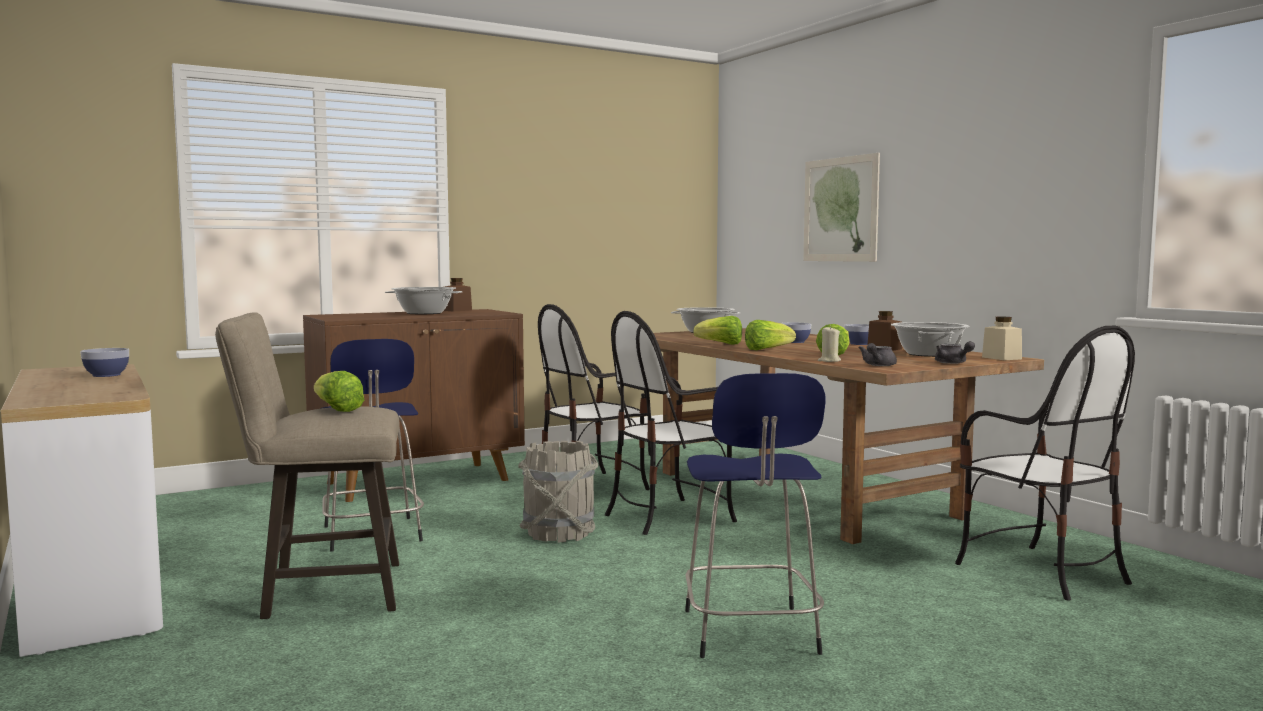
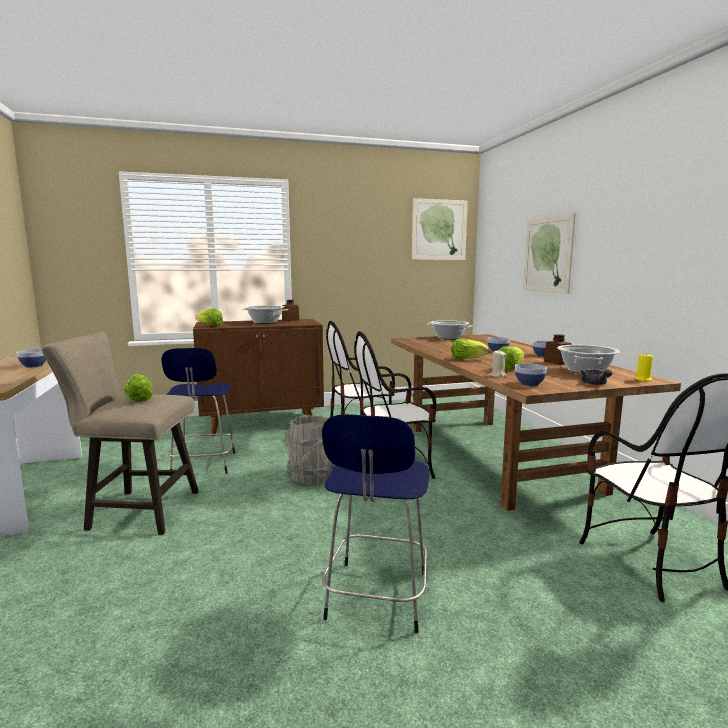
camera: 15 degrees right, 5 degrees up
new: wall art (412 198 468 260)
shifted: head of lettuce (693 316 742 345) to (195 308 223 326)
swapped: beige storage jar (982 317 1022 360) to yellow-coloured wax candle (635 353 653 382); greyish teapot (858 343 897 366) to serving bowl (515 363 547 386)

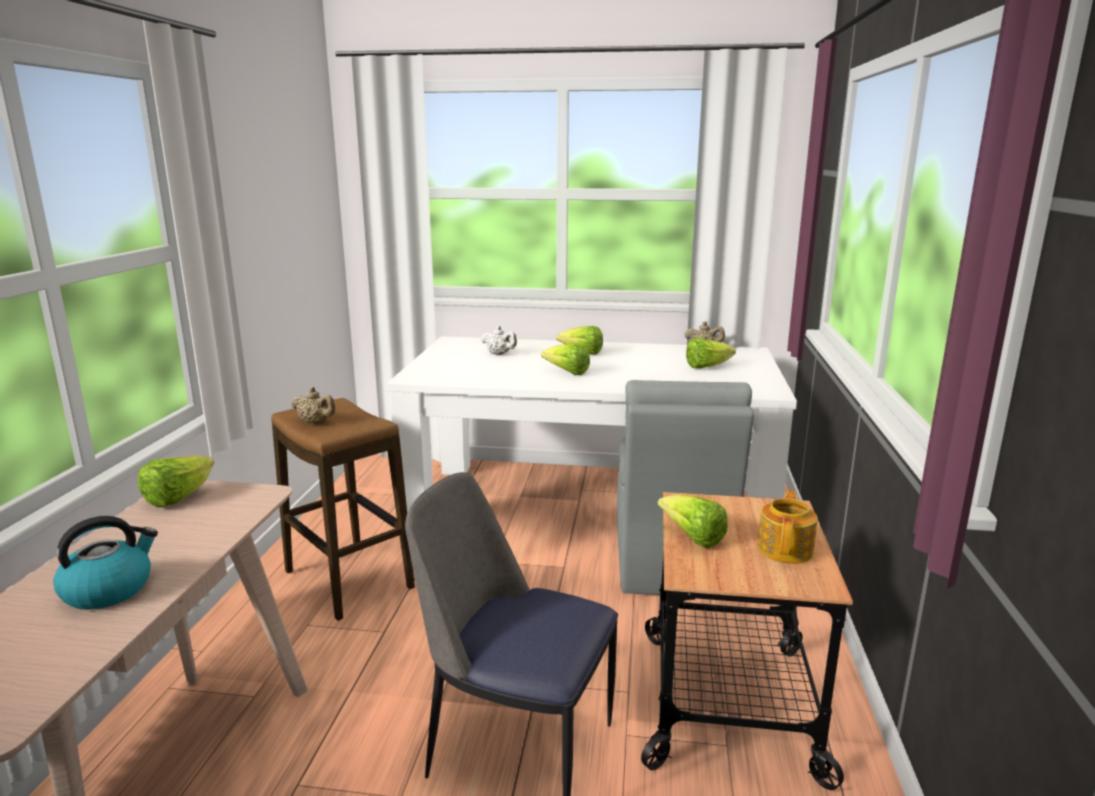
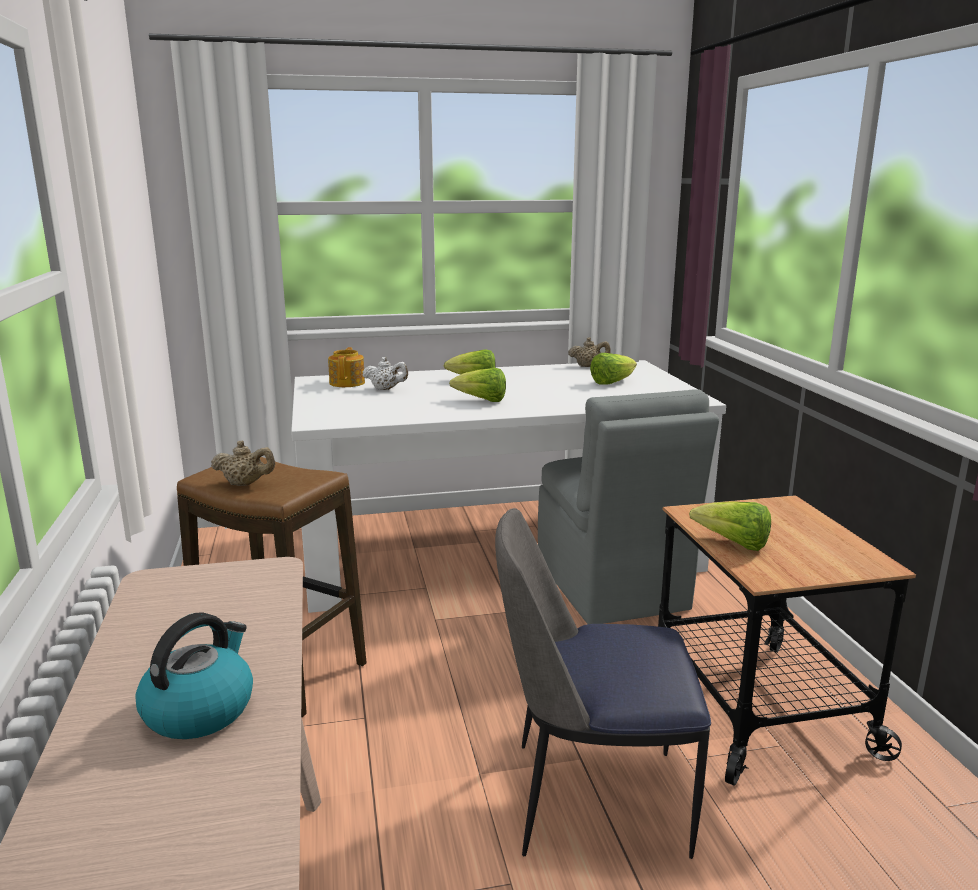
camera: 20 degrees left, 0 degrees up
gone: head of lettuce (138 456 214 507)
shifted: teapot (757 490 818 564) to (328 347 365 387)

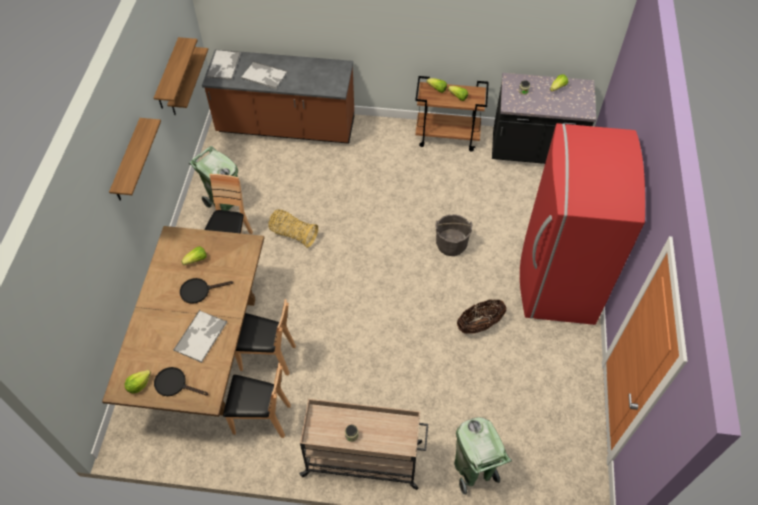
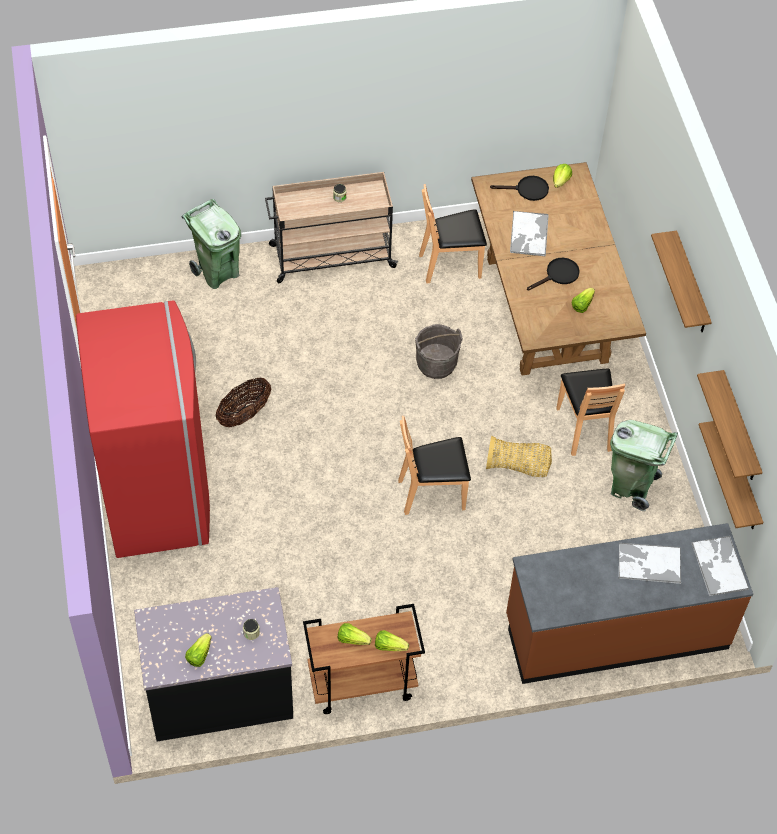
camera: 160 degrees right, 0 degrees up
shifted: greyish water bucket (435 214 473 256) to (415 324 463 379); brown chair (235 299 296 376) to (398 416 471 515)

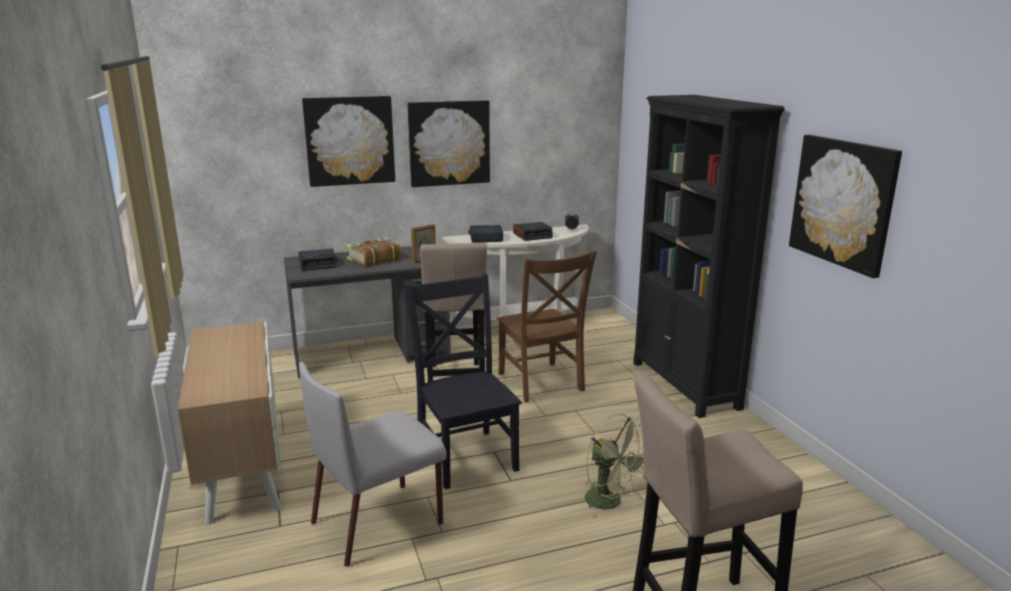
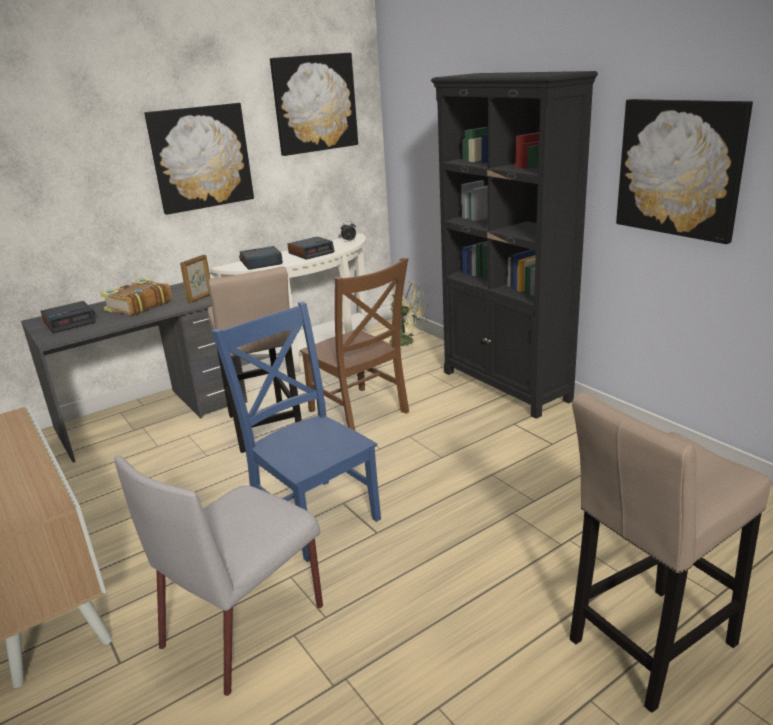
camera: 15 degrees left, 5 degrees up
shifted: wall art (302 96 395 187) to (270 53 358 156); greenish electric fan (585 414 644 519) to (388 280 428 350)
repainted: black chair (404 273 522 489) to blue-coloured chair (211 301 381 562)

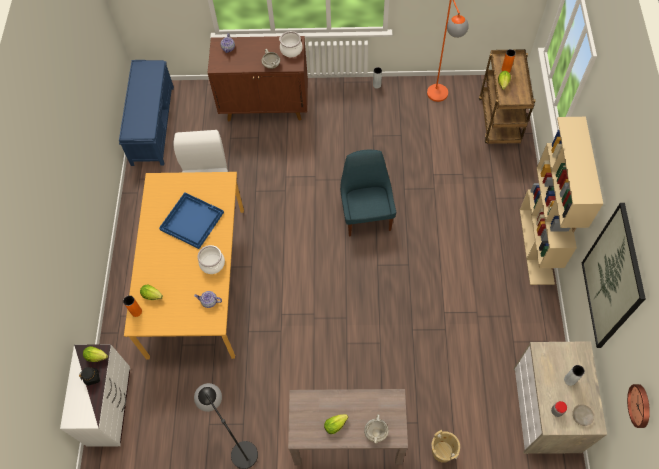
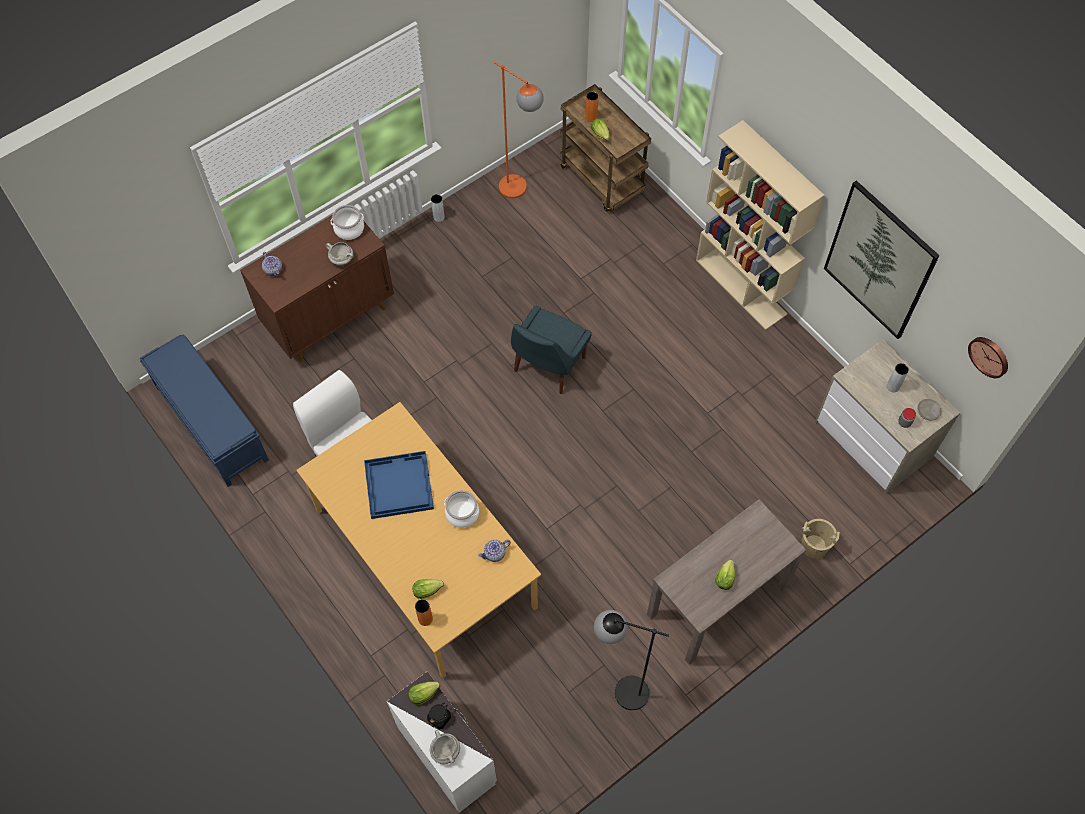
camera: 40 degrees left, 0 degrees up
shifted: white-coloured cooking pot (364 414 389 444) to (430 730 460 764)
rotated: blue-coloured chair (340 150 396 237) = (511 306 592 394) 105 degrees counterclockwise

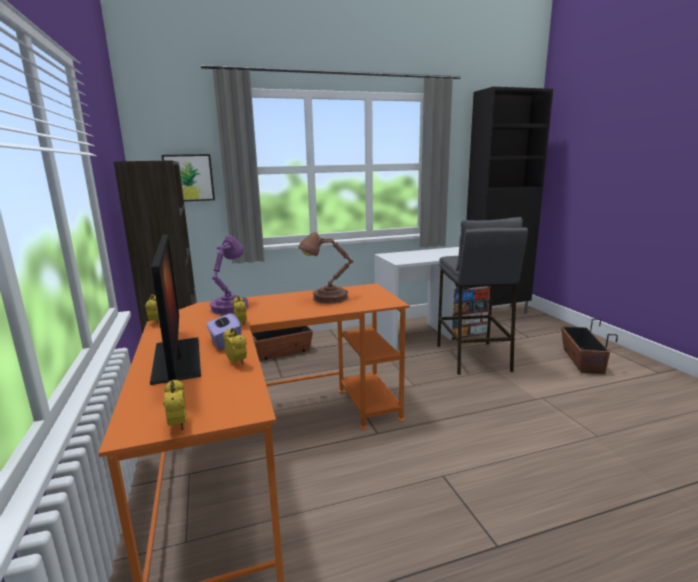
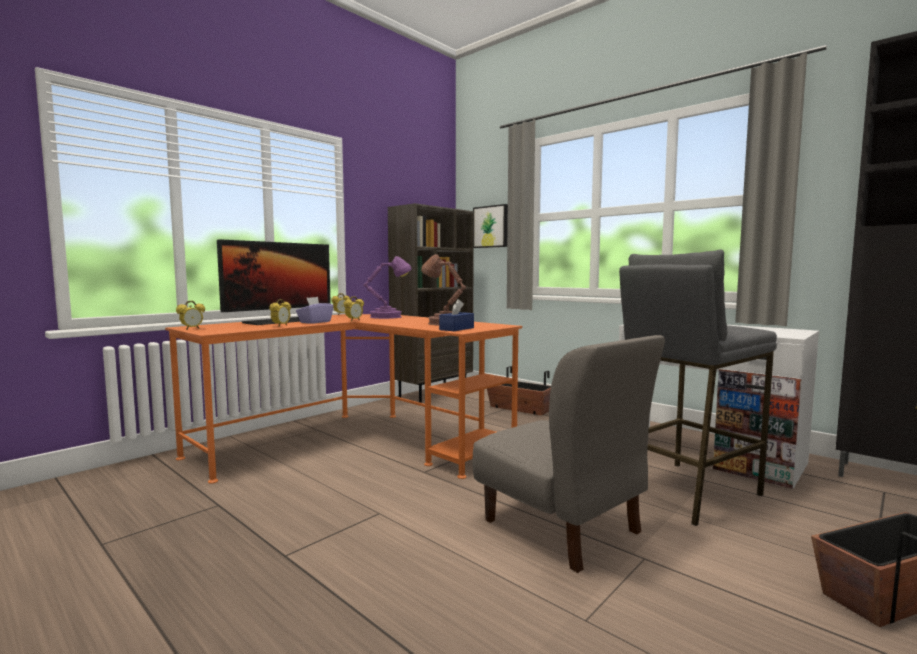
camera: 60 degrees right, 10 degrees down
new: blue-coloured box of tissues (439 299 474 331); greyish chair (472 335 665 573)

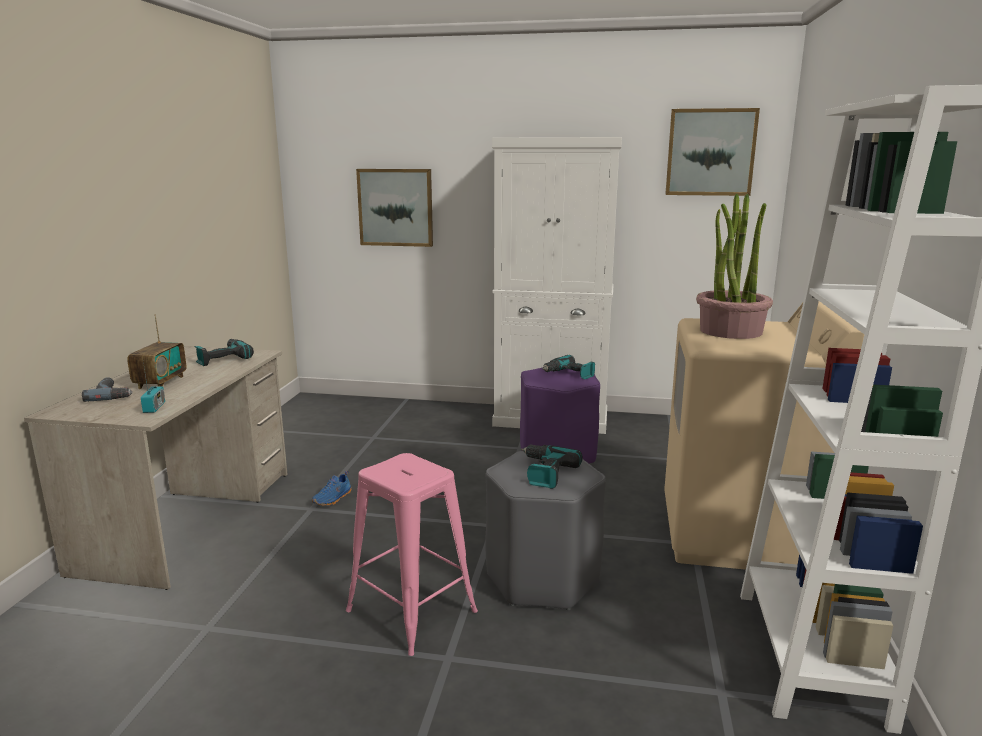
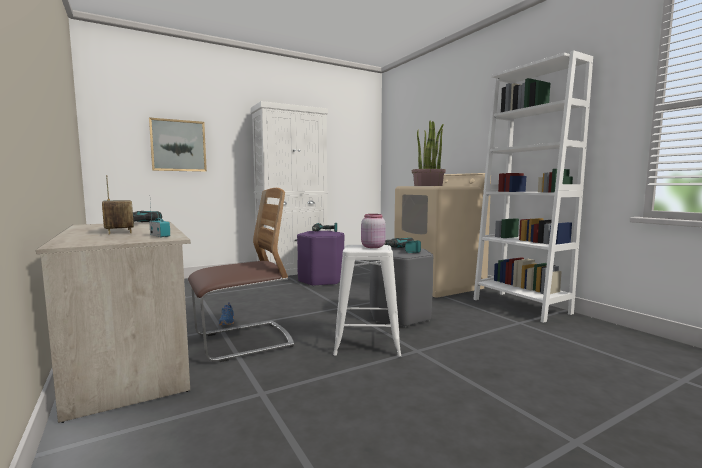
camera: 40 degrees left, 10 degrees down
gone: wall art (665 108 760 196); power drill (82 377 132 402)
new: chair (188 188 294 362); pinkish storage jar (361 214 386 248)
repainted: pinkish stool seat (346 453 478 656) to white-coloured stool seat (333 245 401 357)

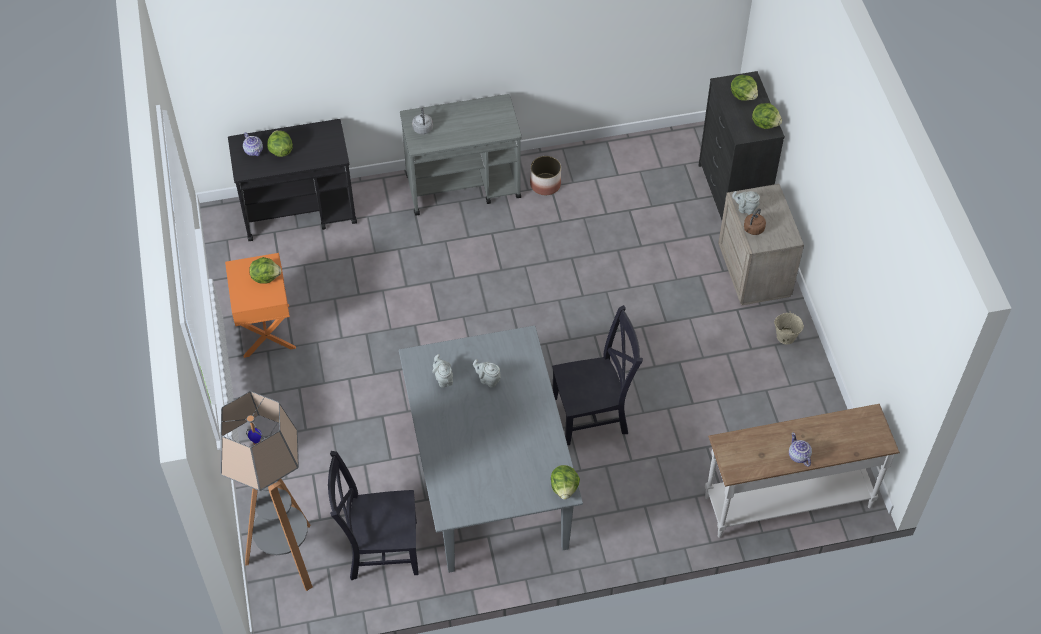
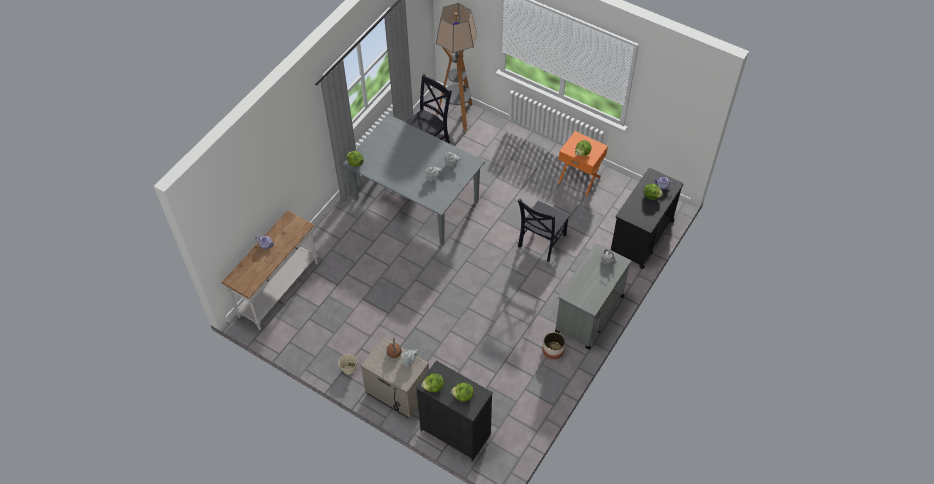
camera: 135 degrees right, 0 degrees up
shifted: black chair (552 305 643 445) to (518 199 569 262)

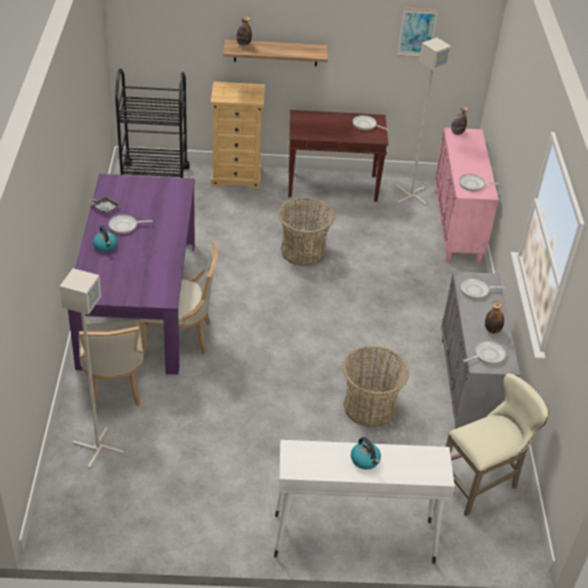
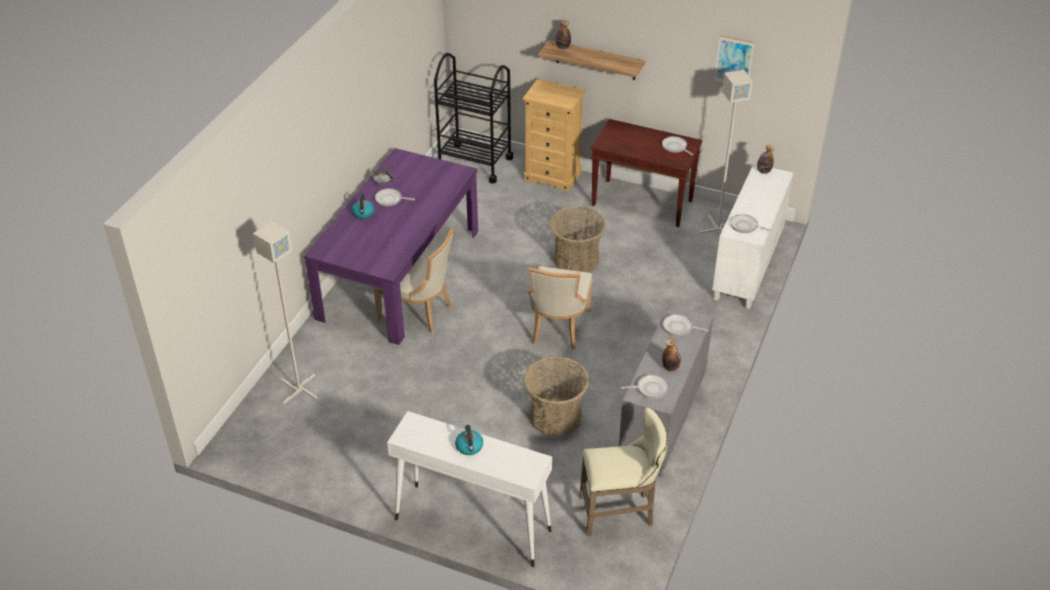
camera: 25 degrees right, 0 degrees up
shifted: beige chair (79 320 143 410) to (528 266 592 350)
repainted: pinkish cupboard (434 127 499 263) to white-coloured cupboard (712 164 794 309)

